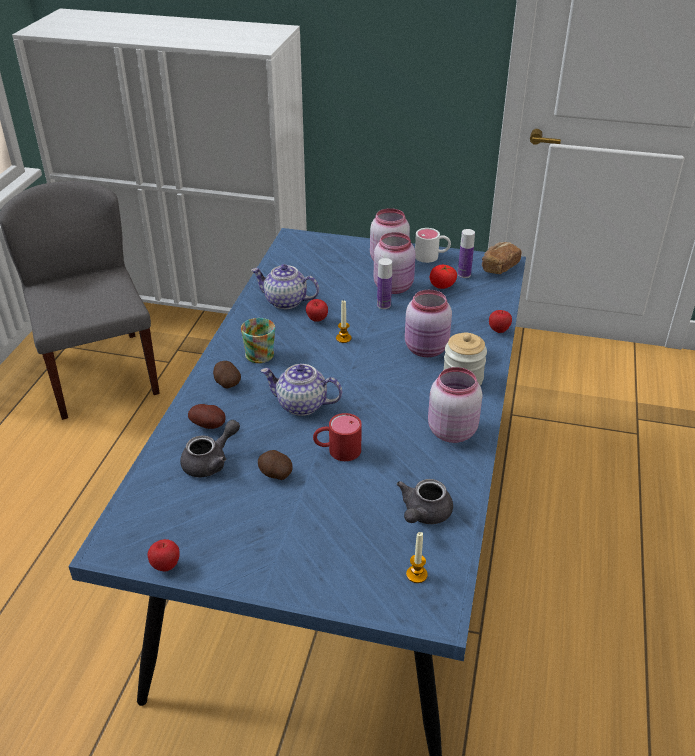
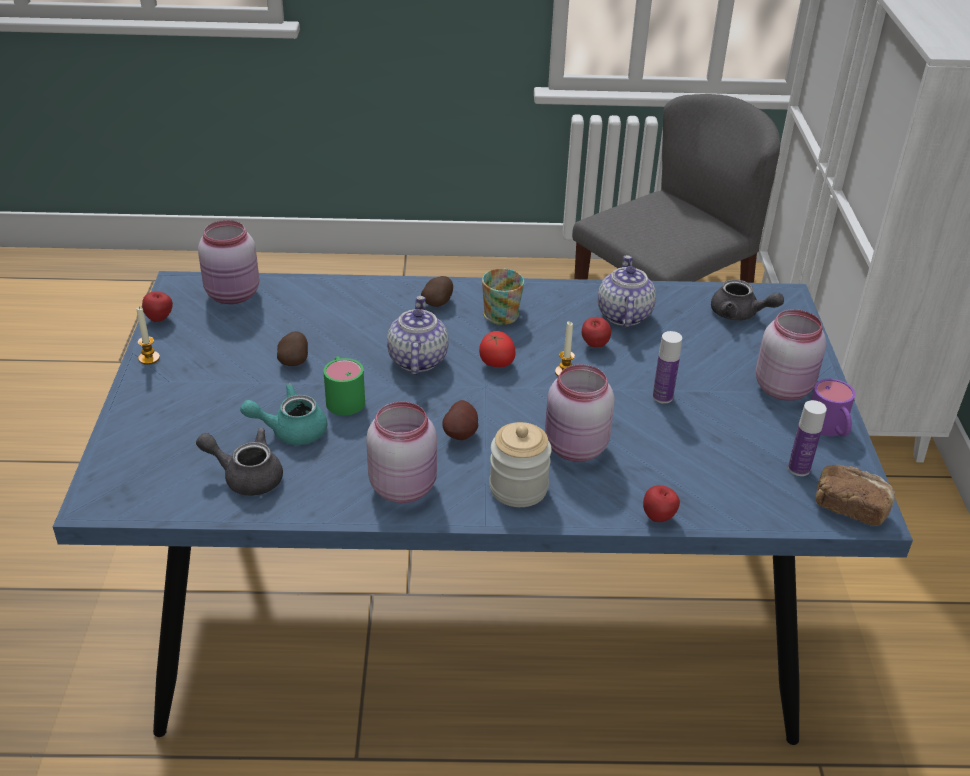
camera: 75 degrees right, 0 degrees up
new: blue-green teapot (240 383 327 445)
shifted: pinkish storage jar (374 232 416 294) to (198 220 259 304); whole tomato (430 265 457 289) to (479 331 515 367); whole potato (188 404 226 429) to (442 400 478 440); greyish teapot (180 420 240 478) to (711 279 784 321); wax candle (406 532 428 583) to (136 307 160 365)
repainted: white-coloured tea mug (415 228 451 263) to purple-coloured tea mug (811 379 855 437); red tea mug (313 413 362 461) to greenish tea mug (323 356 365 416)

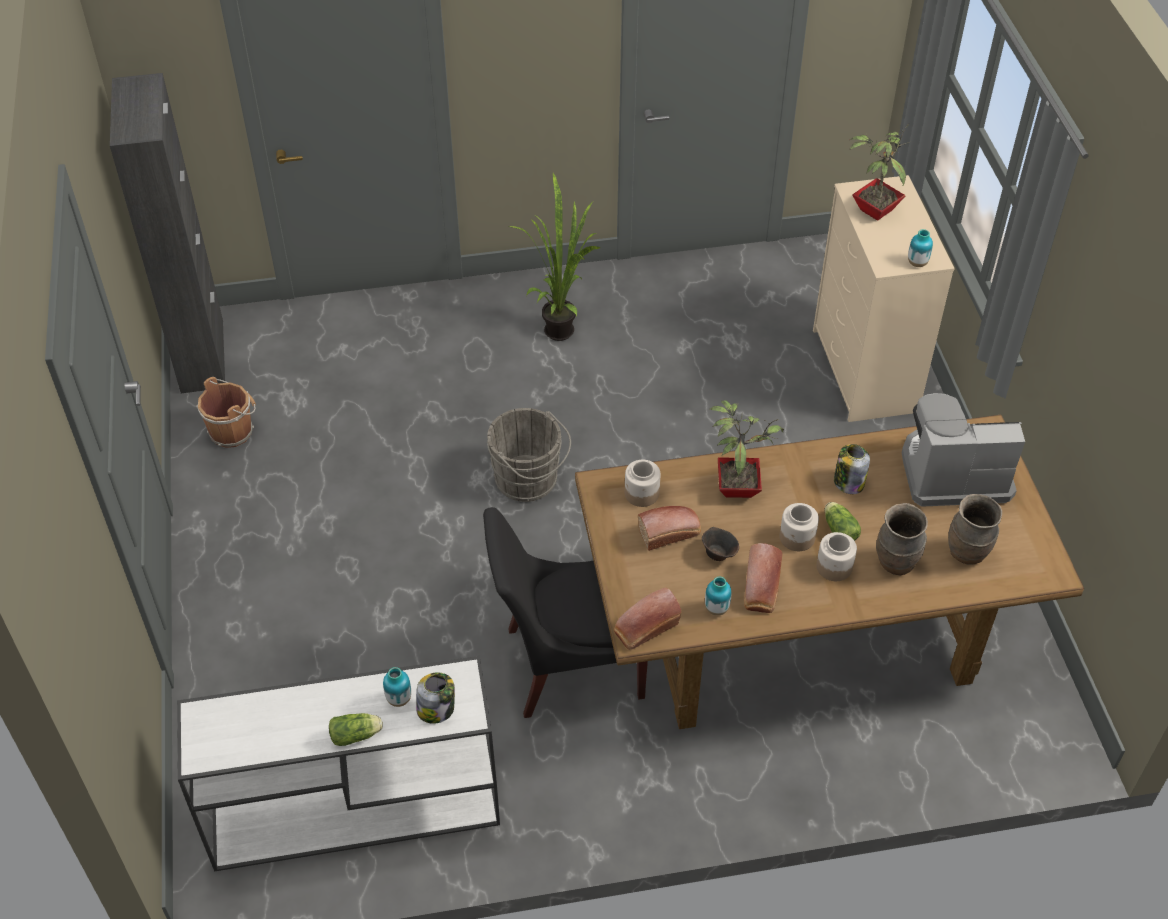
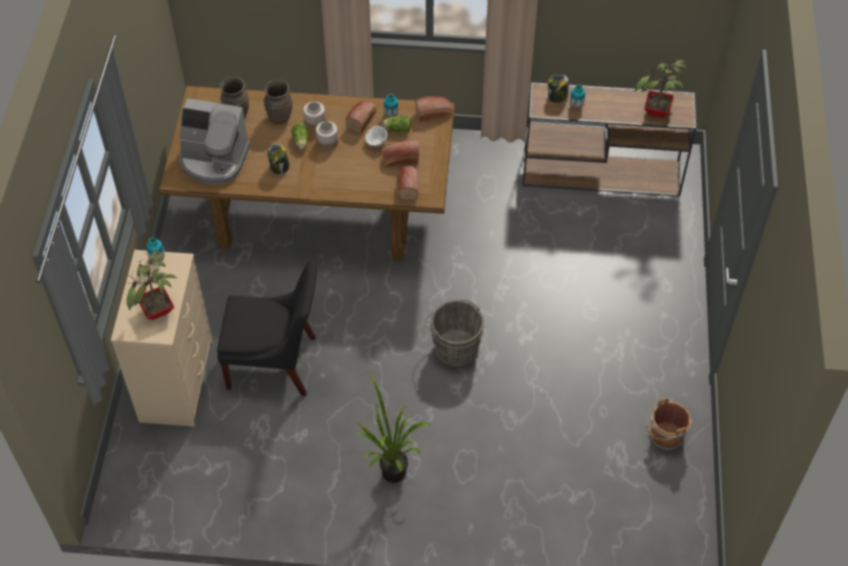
camera: 165 degrees left, 5 degrees up
gone: black cupboard (110 73 225 393)
shifted: plant in a pot (710 400 784 498) to (635 58 687 118); black chair (483 507 648 718) to (217 260 317 396); head of lettuce (329 713 383 746) to (382 116 411 132)
swapped: storage jar (625 460 661 507) to baked bread (398 166 418 200)
repainted: brown serving bowl (702 527 739 561) to white-coloured serving bowl (365 126 387 147); white-coloured narrow table (177 656 500 872) to brown narrow table (523 82 696 197)

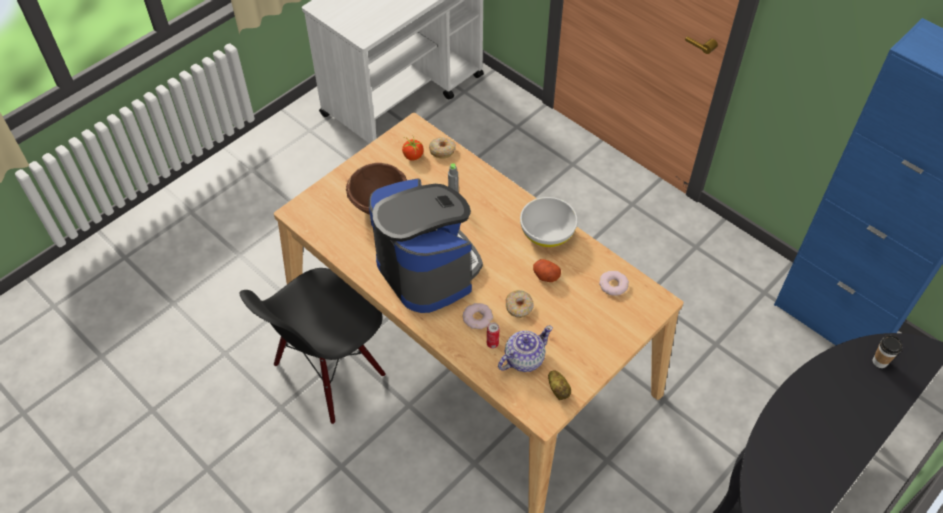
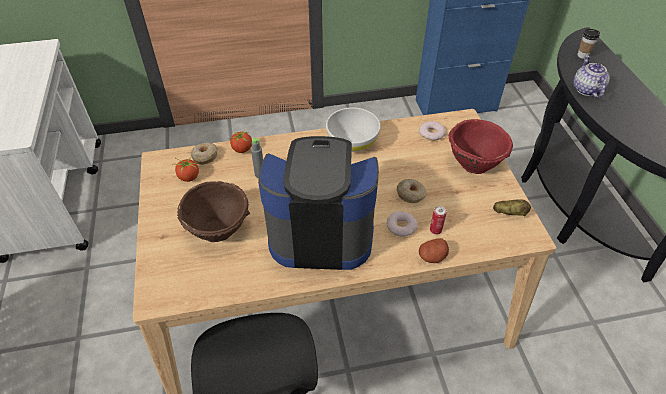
camera: 55 degrees left, 5 degrees down
new: red serving bowl (448 119 513 174); whole tomato (230 130 252 153)
shifted: whole potato (533 259 561 282) to (419 238 449 263); teapot (498 326 553 372) to (573 55 610 98)

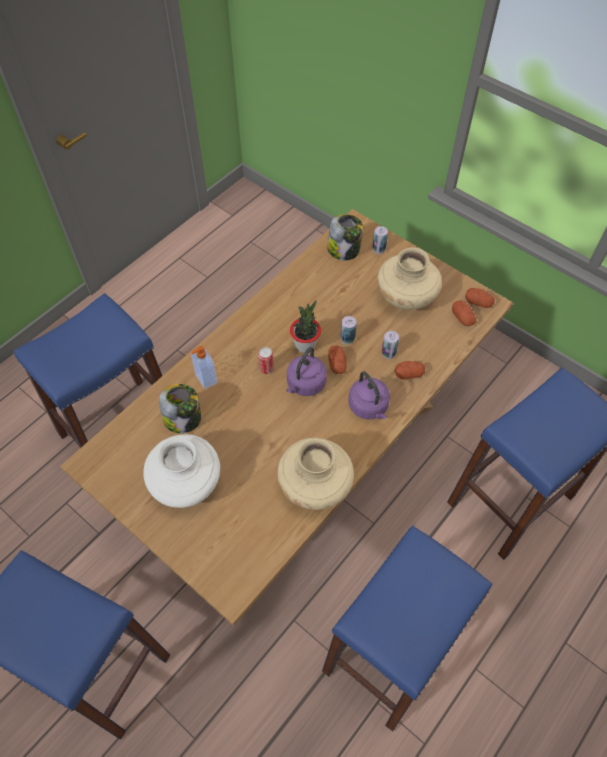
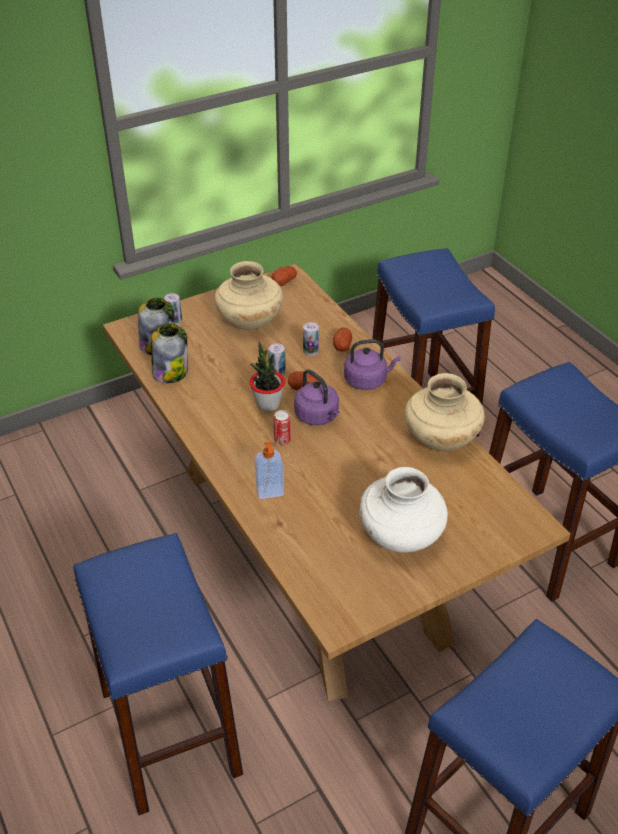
camera: 70 degrees left, 15 degrees down
gone: whole potato (452 301 476 326)
shifted: storage jar (159 384 201 433) to (151 323 188 383)

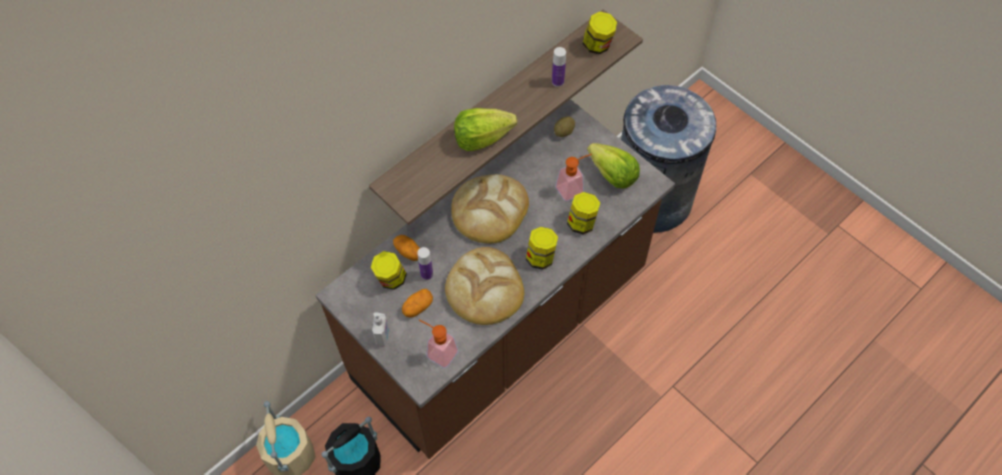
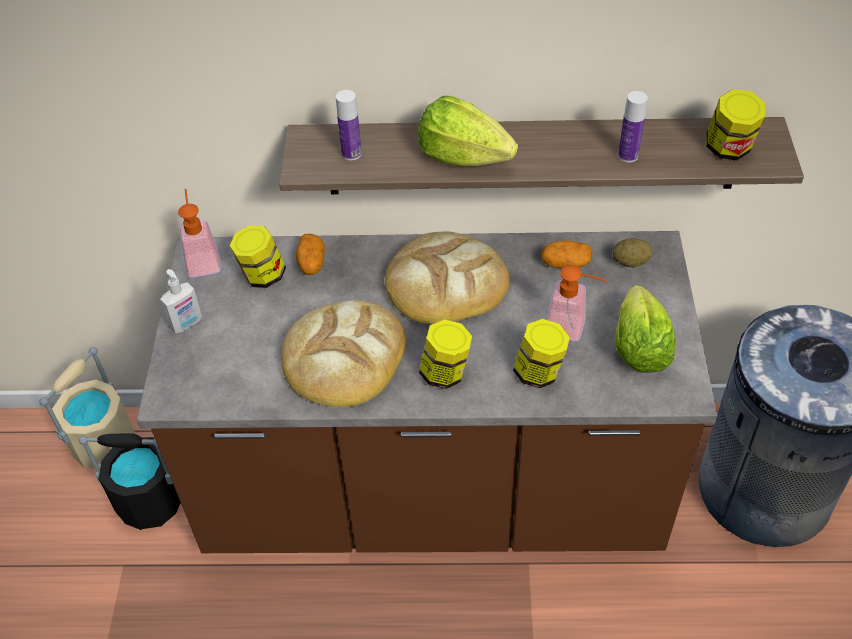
camera: 45 degrees right, 10 degrees down
shifted: beverage bottle (417 247 433 280) to (336 90 362 161); whole potato (402 289 433 318) to (541 240 592 268); soap bottle (419 319 458 368) to (178 189 221 278)

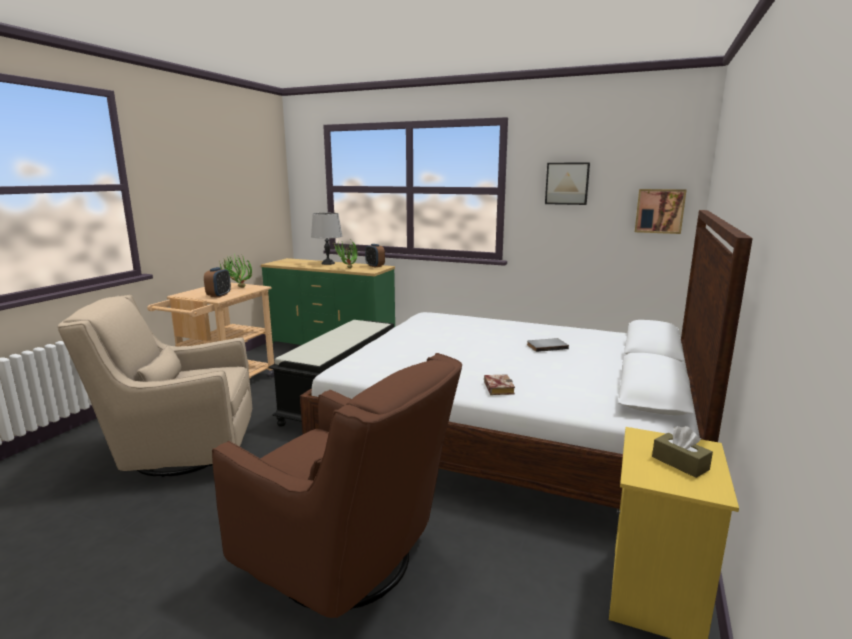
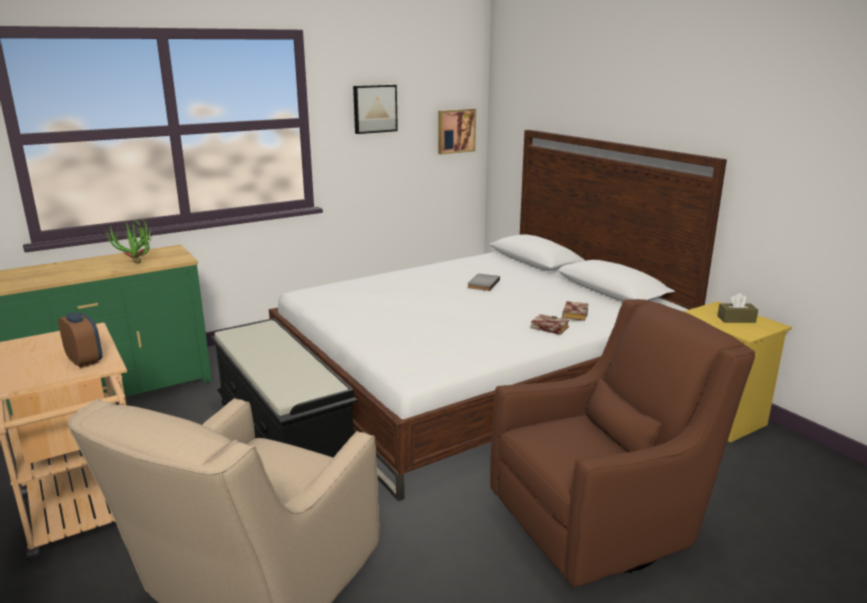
camera: 55 degrees left, 5 degrees up
gone: greyish tabletop lamp (311 213 342 265); bedside clock (365 244 385 267); plant in a pot (219 254 253 288)
new: volume (562 301 589 321)

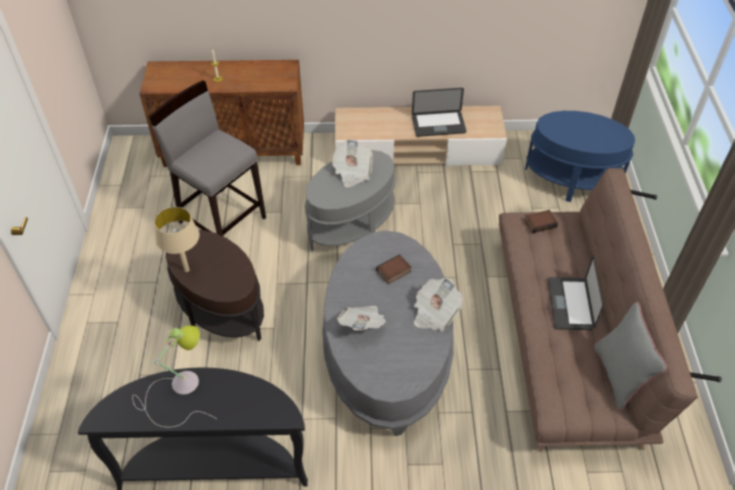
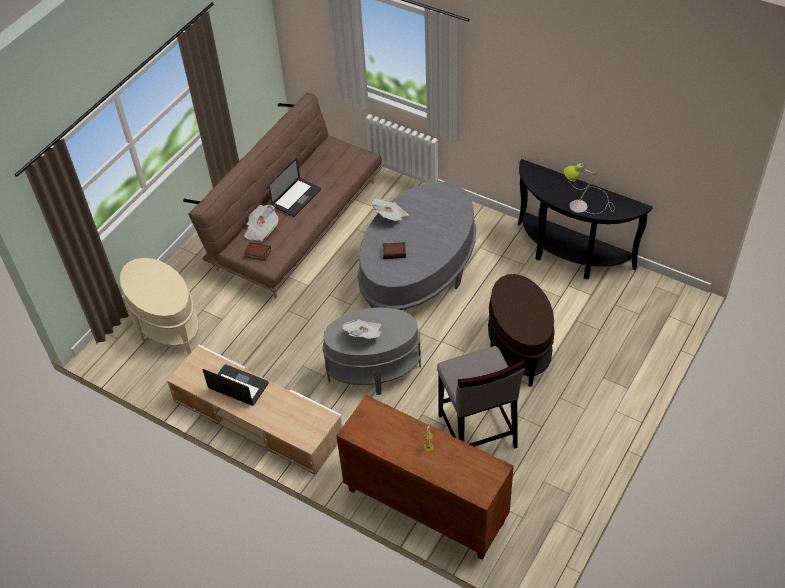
camera: 145 degrees left, 0 degrees up
gone: beige tabletop lamp (155 207 199 272); greyish pillow (594 301 667 411)
shifted: printed paper (337 306 387 330) to (244 205 279 242)
repainted: blue-coloured side table (525 111 635 202) to beige side table (120 258 199 355)

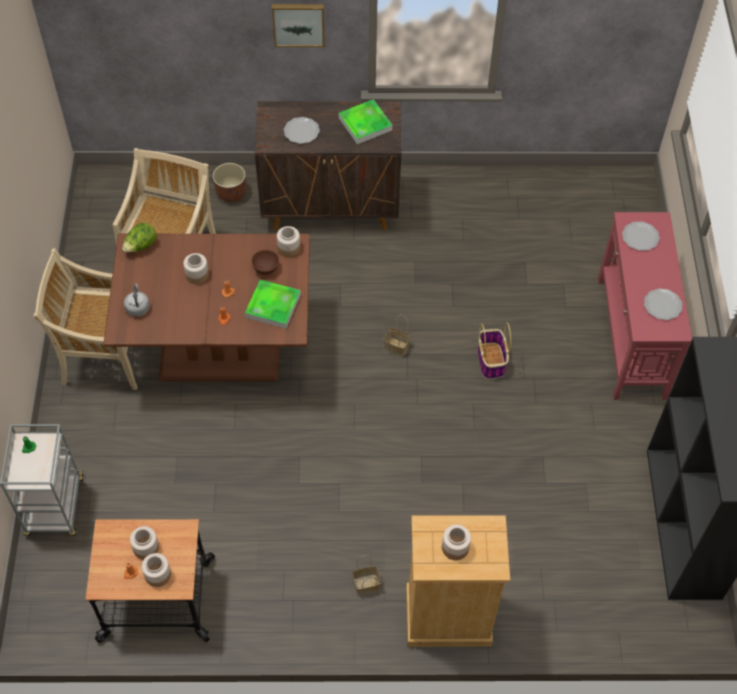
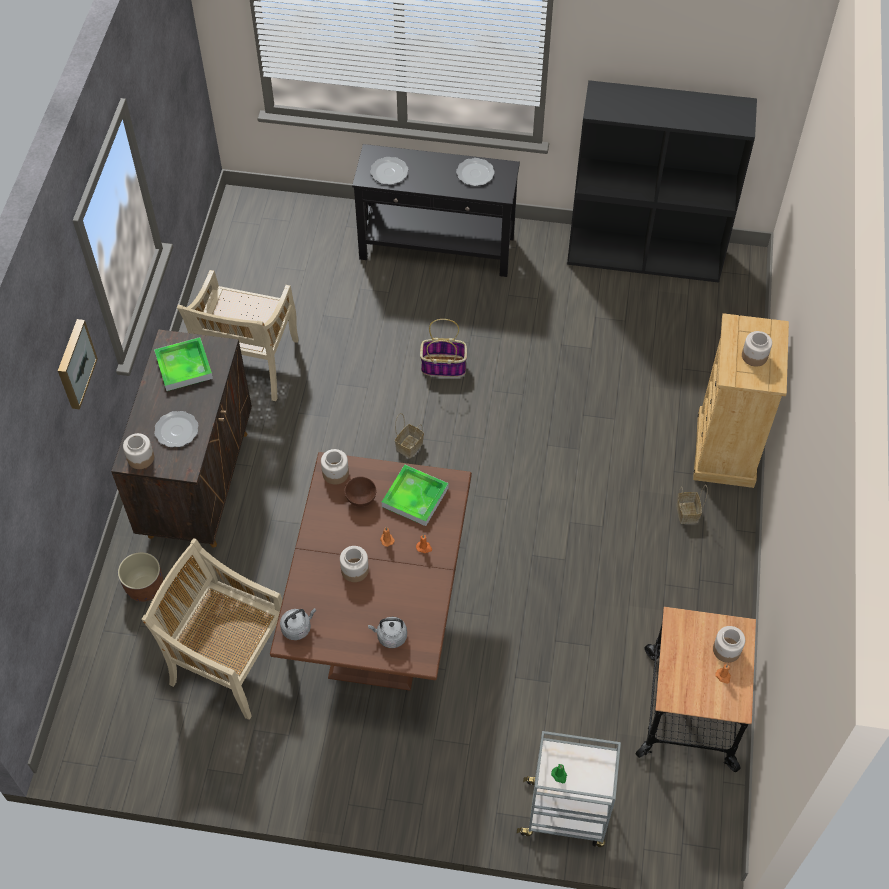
camera: 80 degrees left, 0 degrees up
shifted: beige chair (33 248 137 390) to (177 270 299 401); storage jar (130 526 159 560) to (123 433 154 469)
swapped: head of lettuce (122 223 157 253) to greyish water kettle (280 608 316 640)
repainted: red narrow table (598 212 692 400) to black narrow table (352 144 520 277)

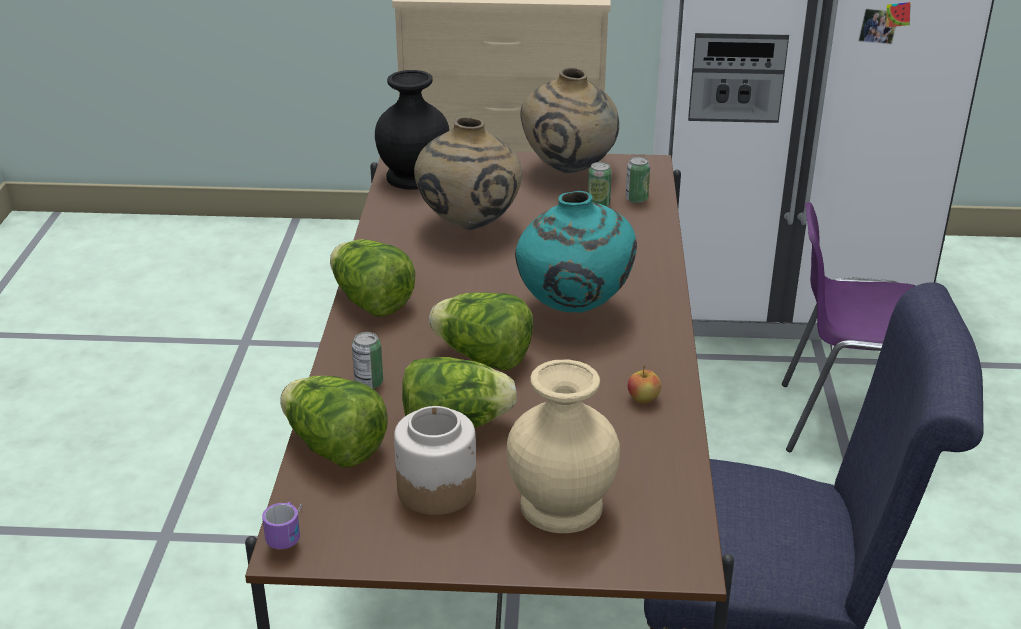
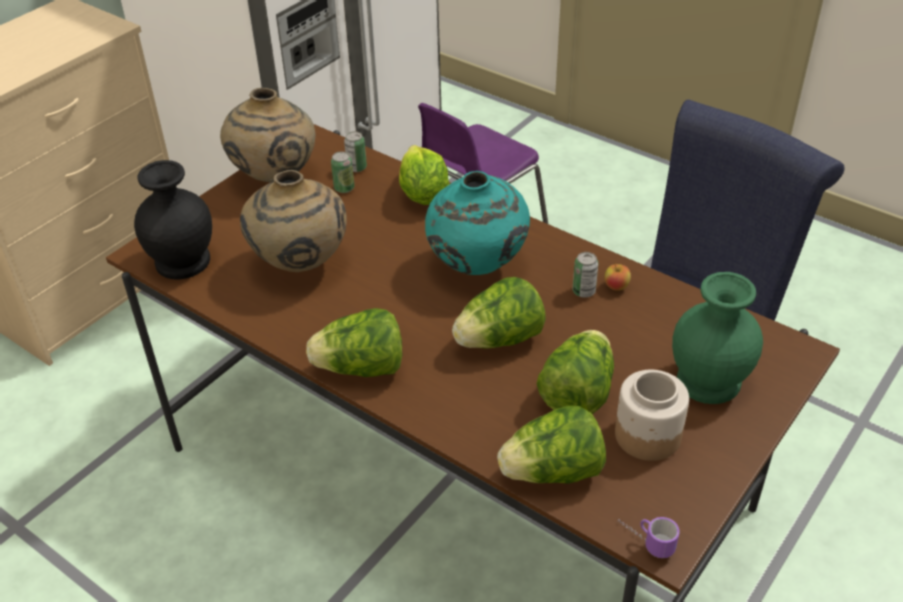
camera: 55 degrees left, 10 degrees up
new: head of lettuce (399 145 449 205)
shifted: can (352 332 383 389) to (572 252 598 298)
repainted: beige decorative vase (506 360 620 533) to greenish decorative vase (672 272 763 404)

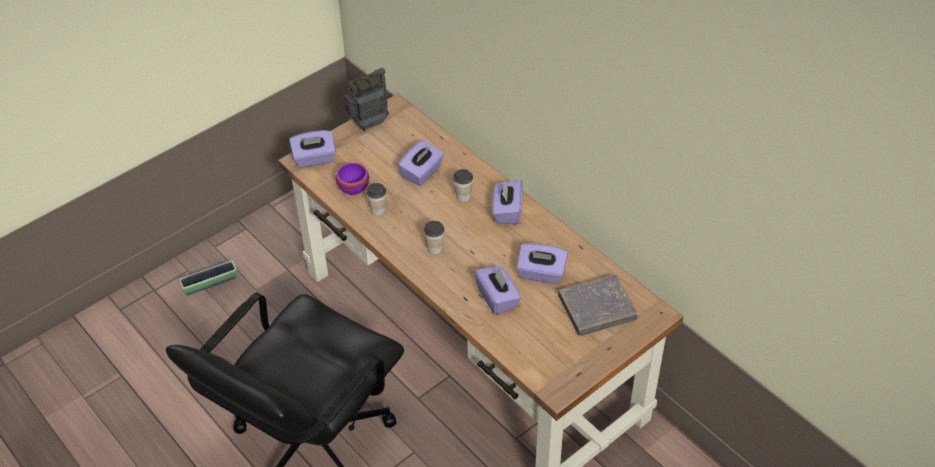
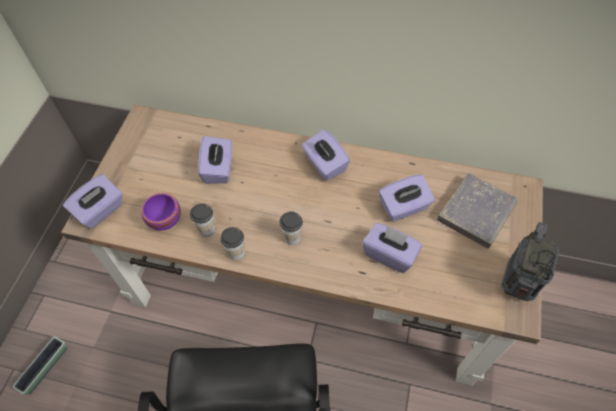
camera: 35 degrees left, 10 degrees up
shifted: radio set (345 63 389 131) to (501 222 559 301); cup (453 169 473 202) to (220 227 245 260)

